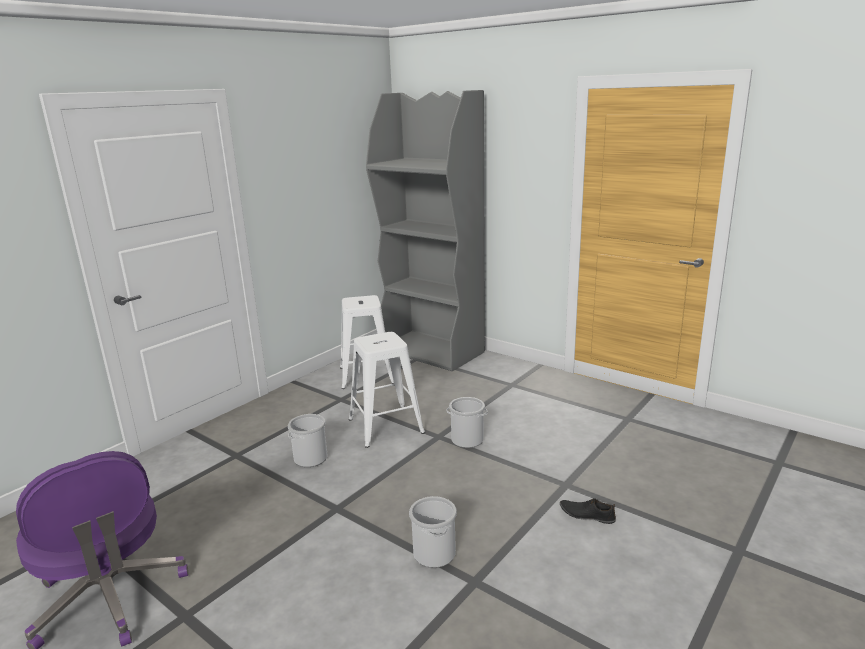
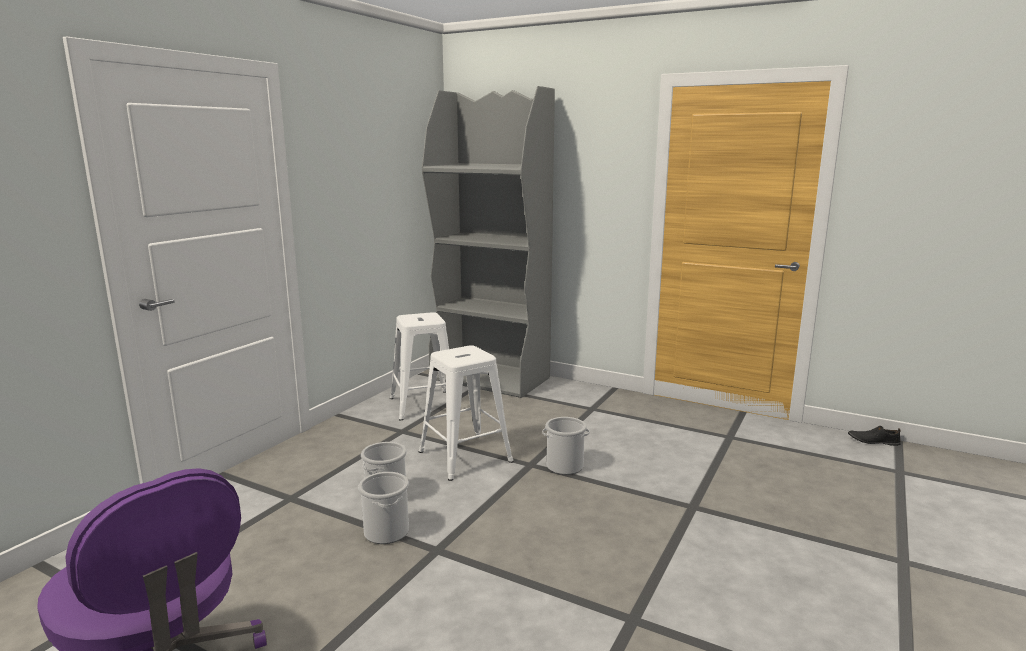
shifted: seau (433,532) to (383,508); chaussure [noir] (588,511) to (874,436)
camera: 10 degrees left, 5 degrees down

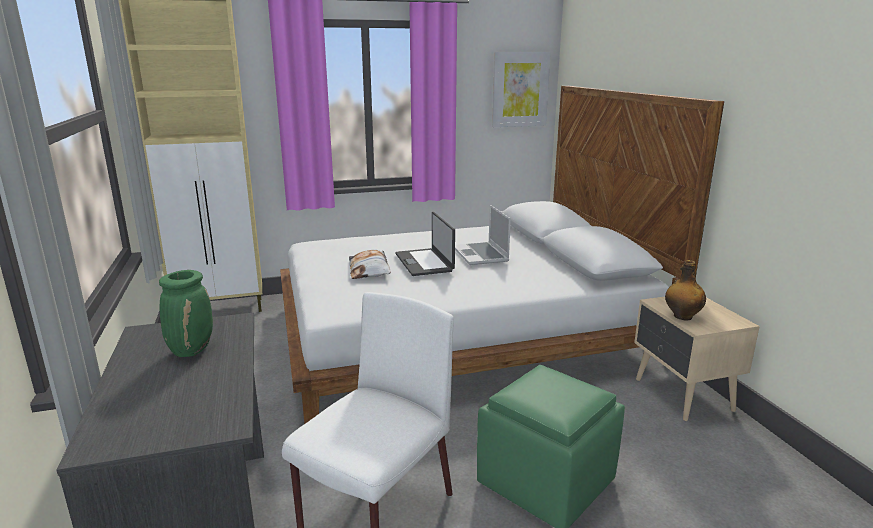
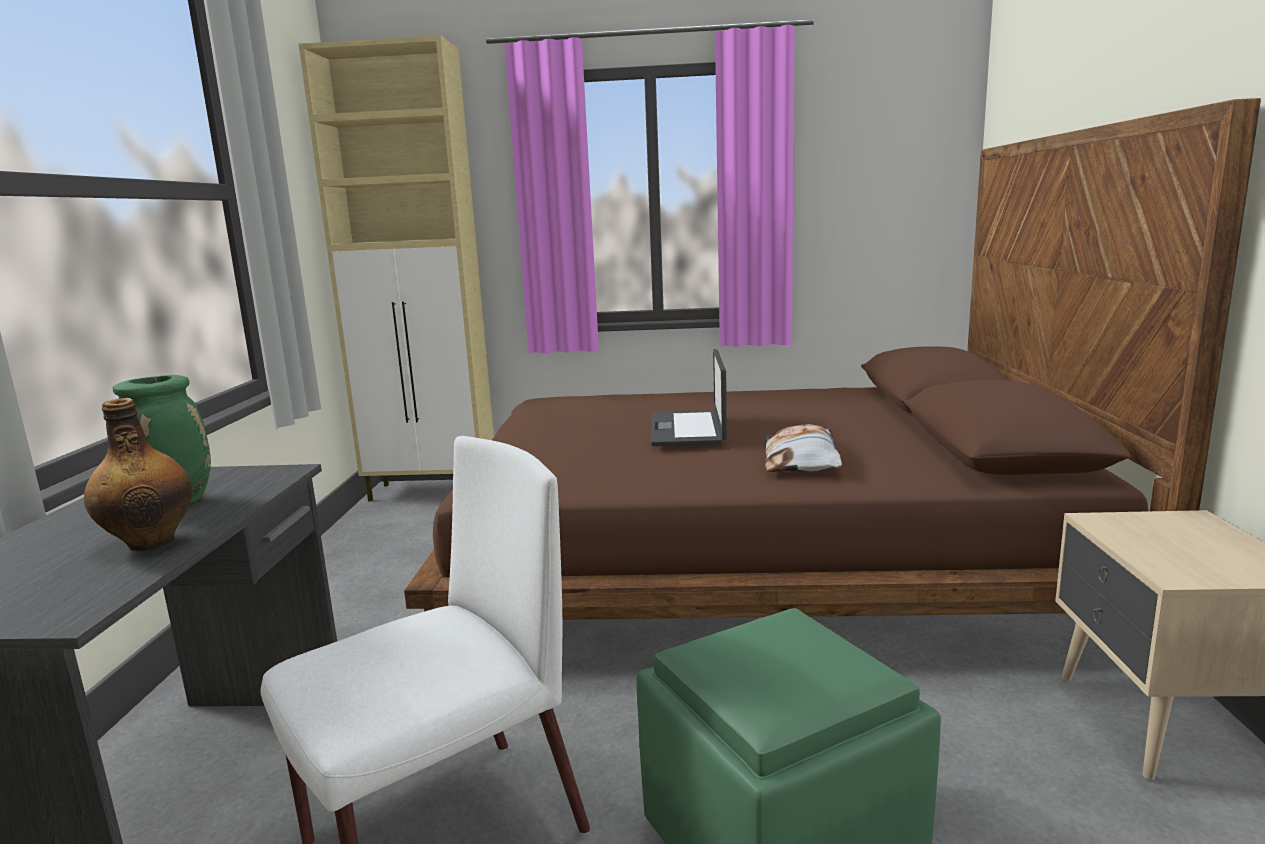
gone: ordinateur portable (483,235); tableau (521,89)
shifted: bouteille (685,290) to (138,474); coussin (370,264) to (803,448)
repainted: lit [blanc] (502,255) to lit [marron] (832,359)
camera: 20 degrees right, 5 degrees down

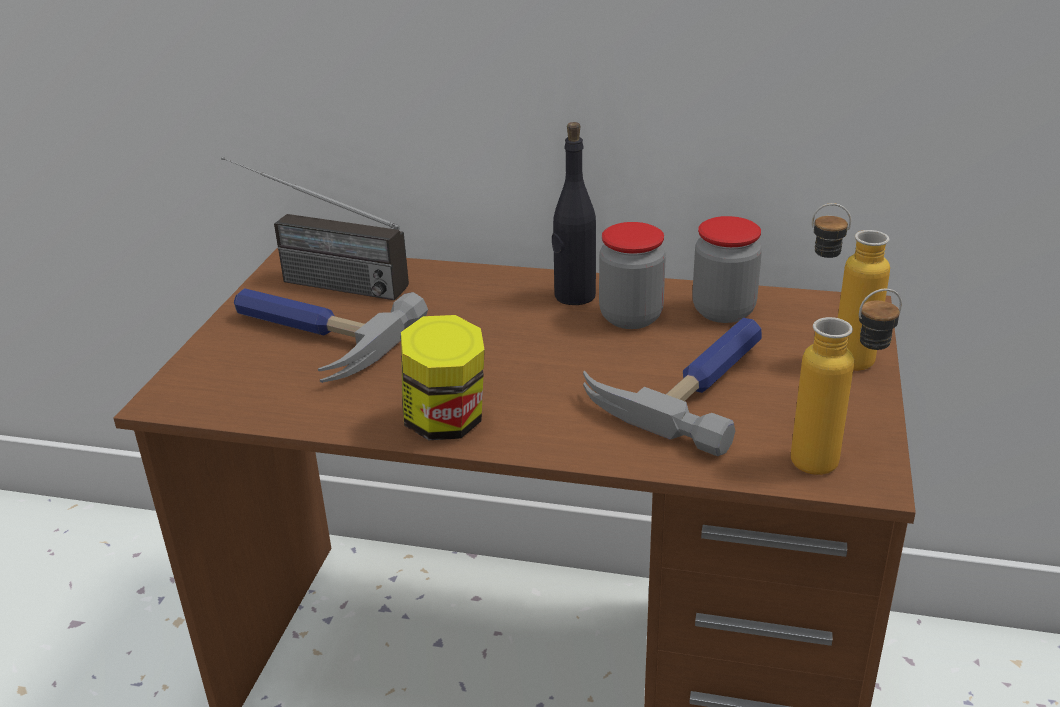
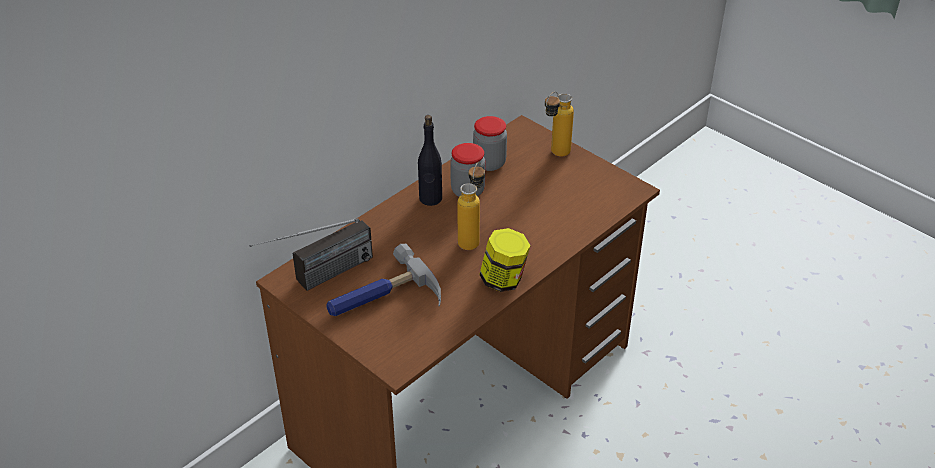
gone: marteau (672,387)
shifted: bouteille (846,382) to (471,206)
camera: 60 degrees left, 10 degrees up

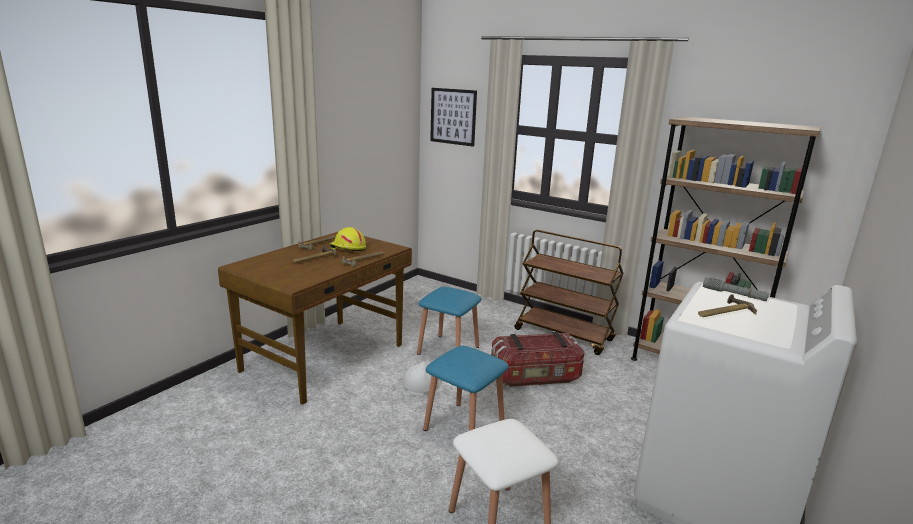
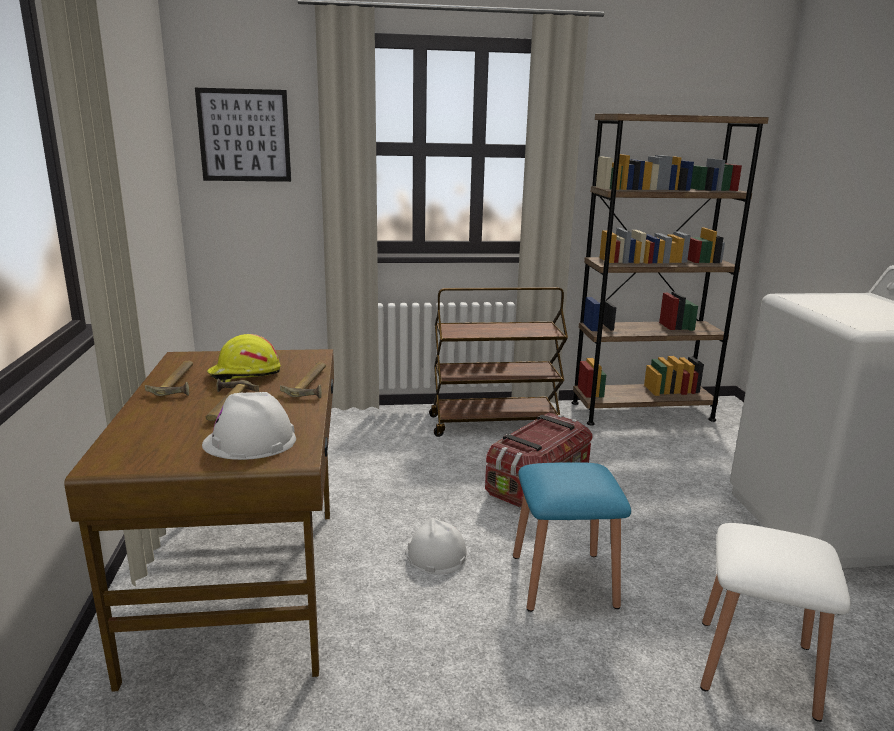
gone: tabouret [bleu] (449,321); marteau (727,305); lampe de poche [gris] (736,289)
new: casque de chantier [blanc] (249,426)
camera: 40 degrees left, 0 degrees up

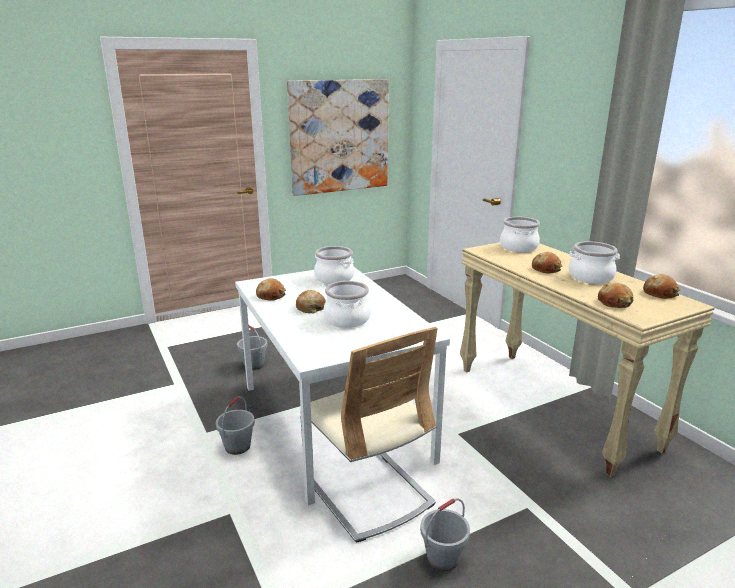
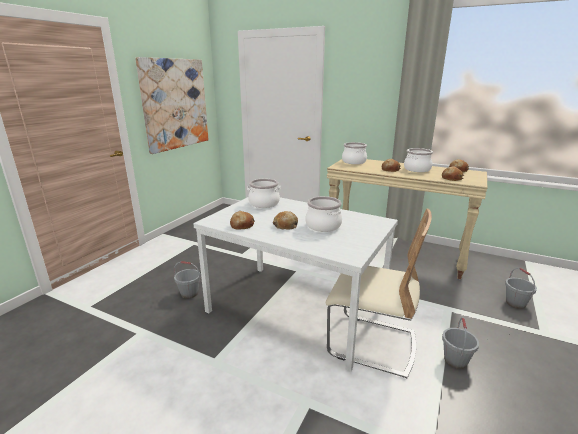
shifted: seau [gris] (235,425) to (521,288)
camera: 35 degrees left, 0 degrees up

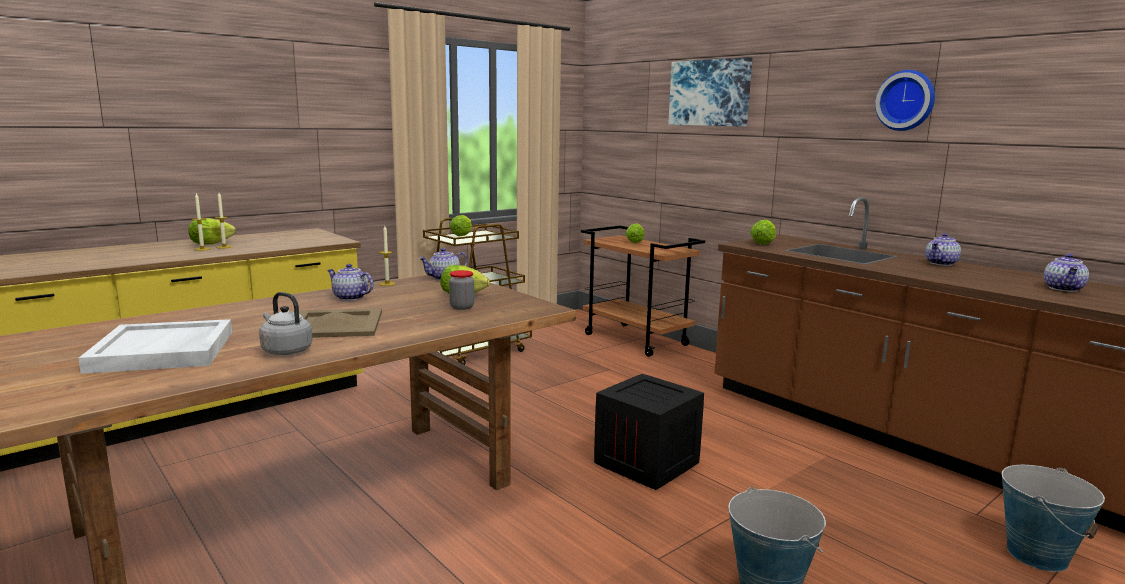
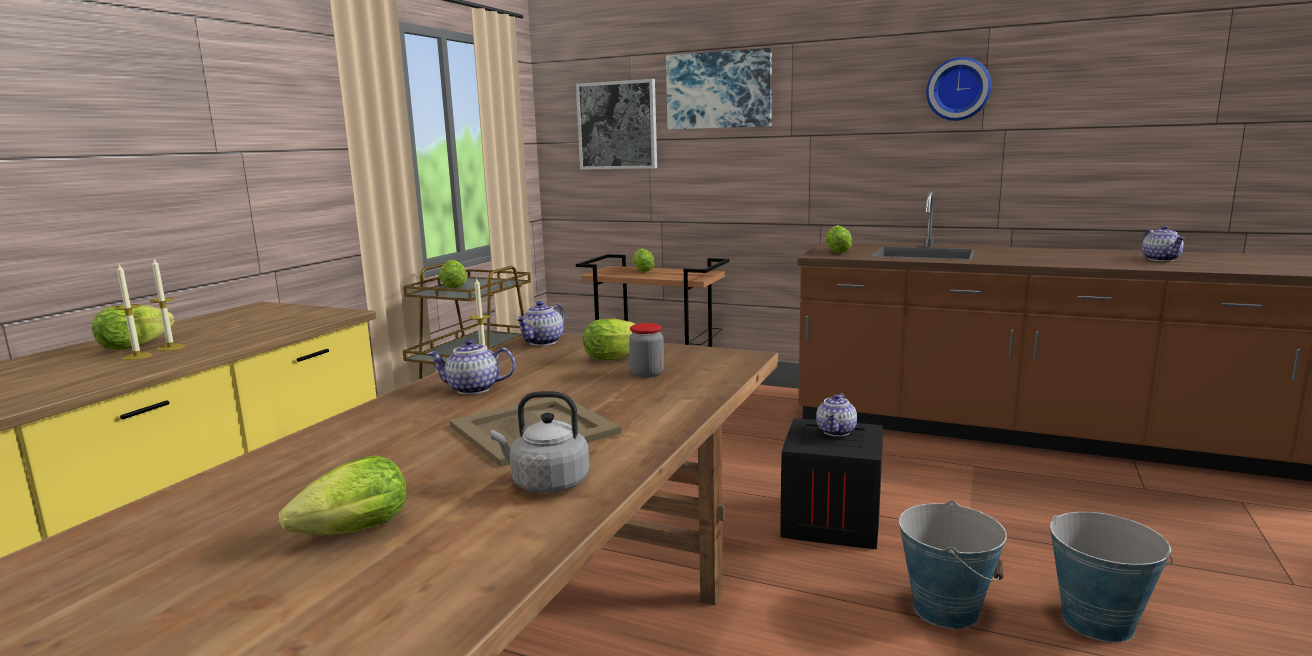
new: tableau (616,124)
shifted: théière (943,249) to (836,415); seau (1053,518) to (953,565)
swapped: plateau [blanc] (155,346) to laitue (342,495)
camera: 25 degrees left, 0 degrees up

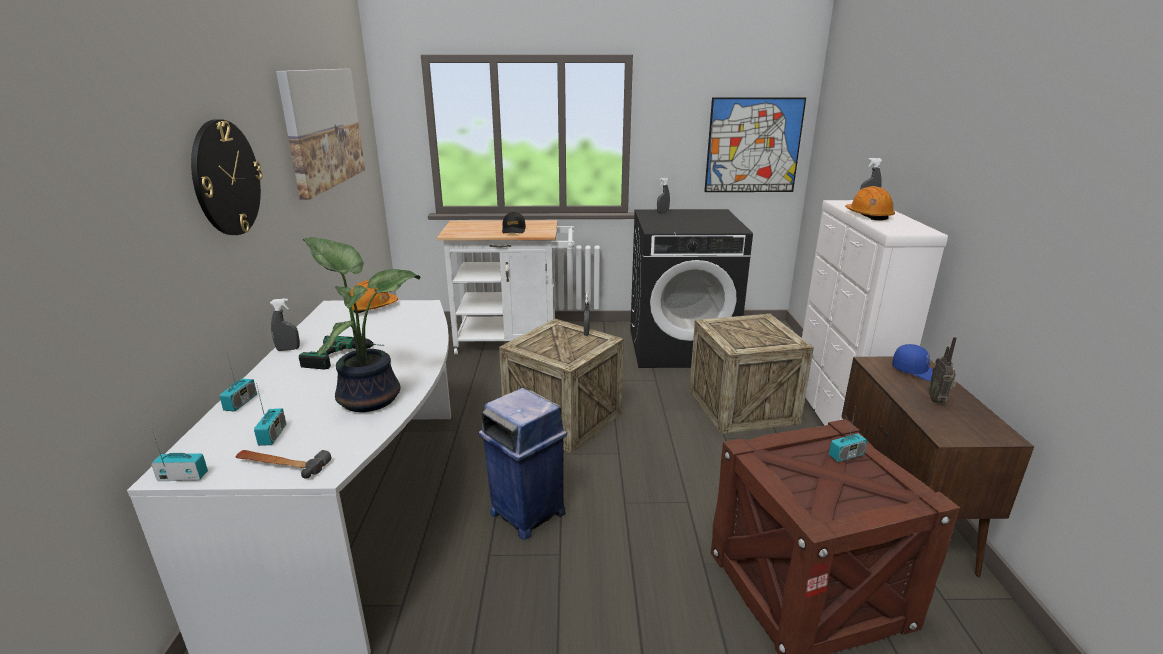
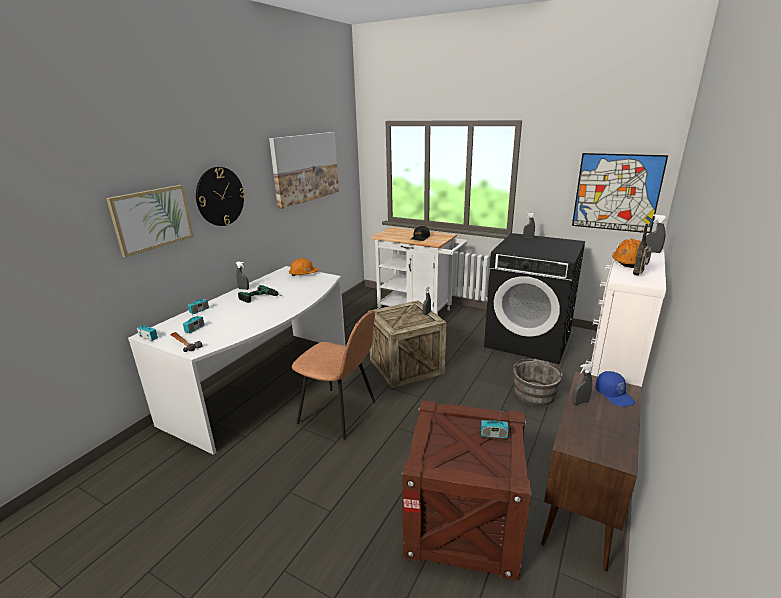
gone: plante en pot (361,324)
new: tableau (150,221); vaporisateur [gris] (582,384)
shifted: radio (943,370) to (642,250)
swapped: poubelle [bleu] (523,464) to chaise [marron] (333,375); caisse (751,374) to seau [gris] (538,382)
camera: 30 degrees right, 0 degrees up

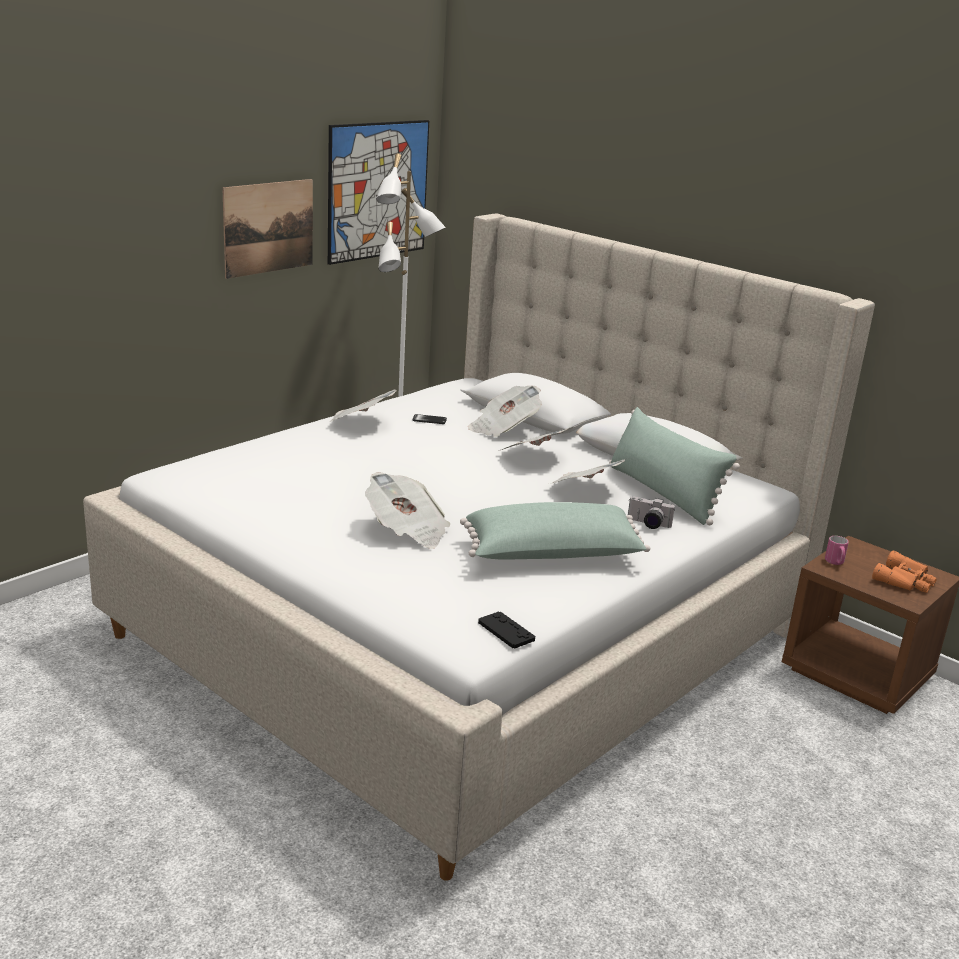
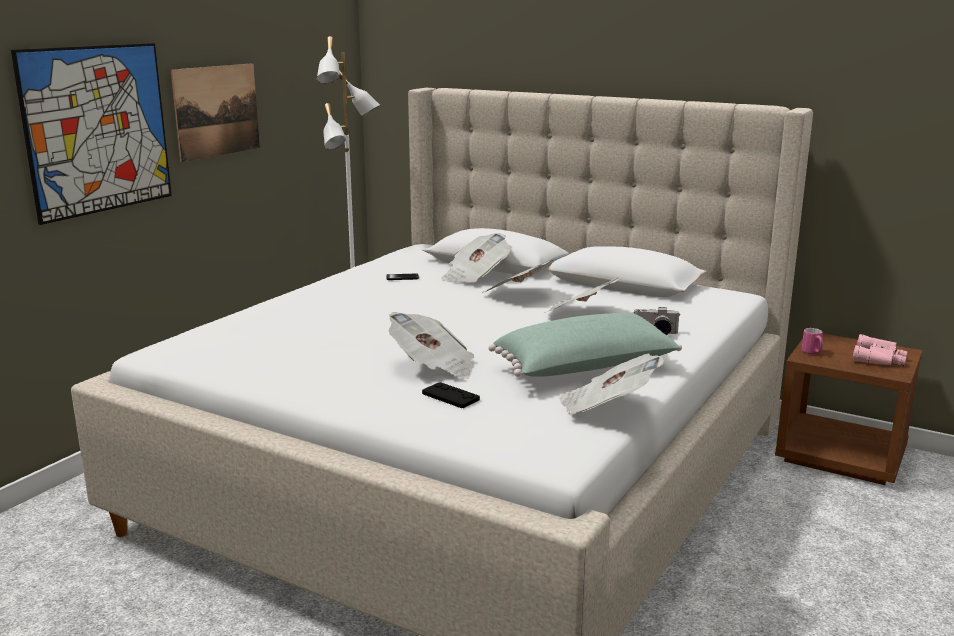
gone: coussin [vert] (674,466)
shifted: tableau (378,192) to (91,134); manette [noir] (506,630) to (451,395); journal (363,405) to (611,384)
repainted: jumelles [orange] (904,571) to jumelles [rose] (879,349)
camera: 10 degrees left, 5 degrees down

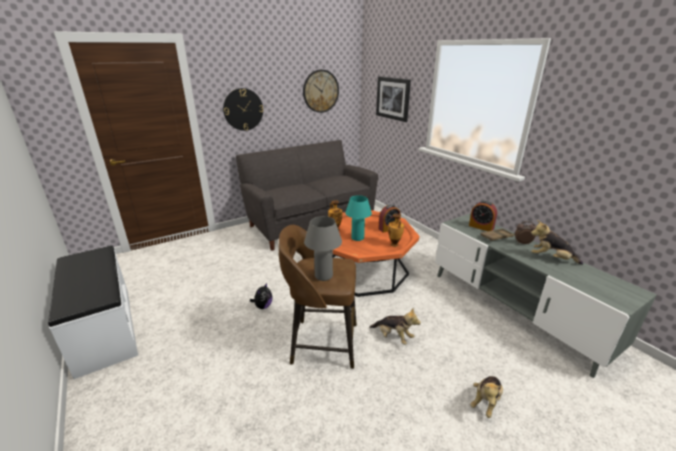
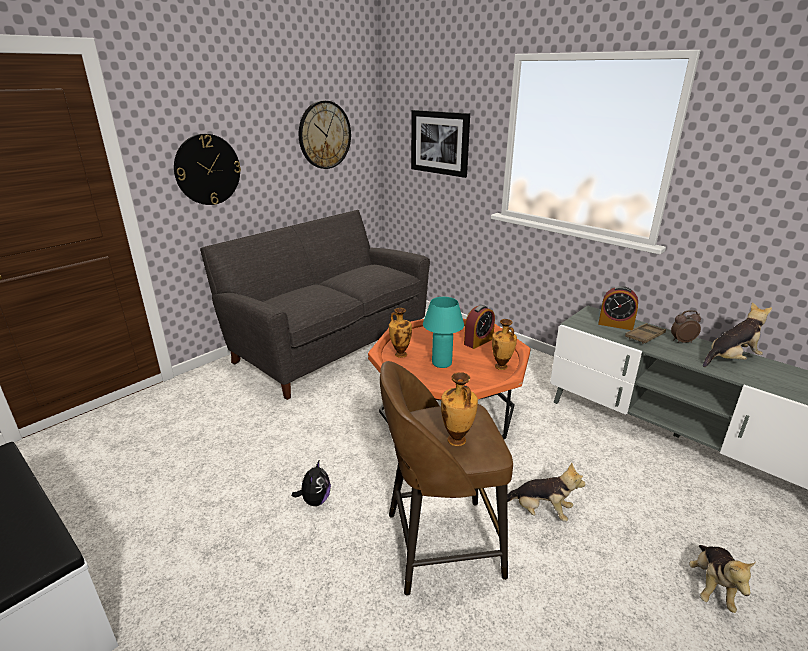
swapped: lampe de table [gris] (323,248) to vase (459,409)
rotated: peluche (557,242) = (737,334) 150 degrees clockwise
camera: 15 degrees left, 0 degrees up

